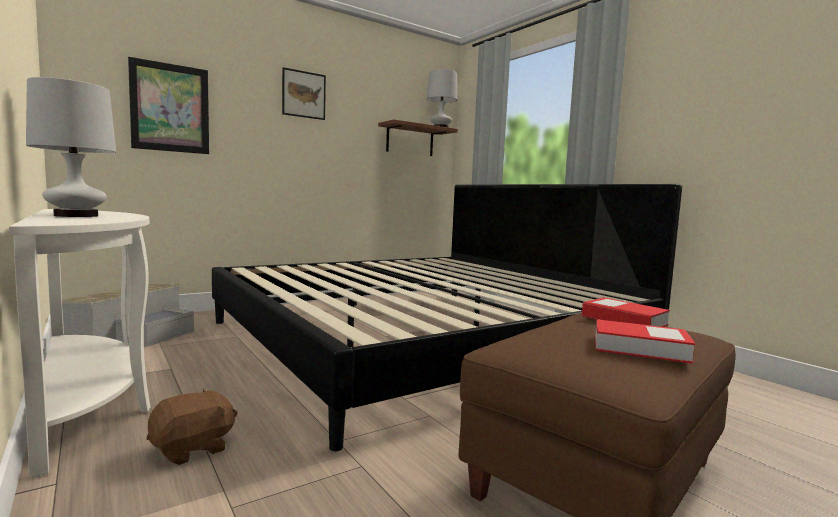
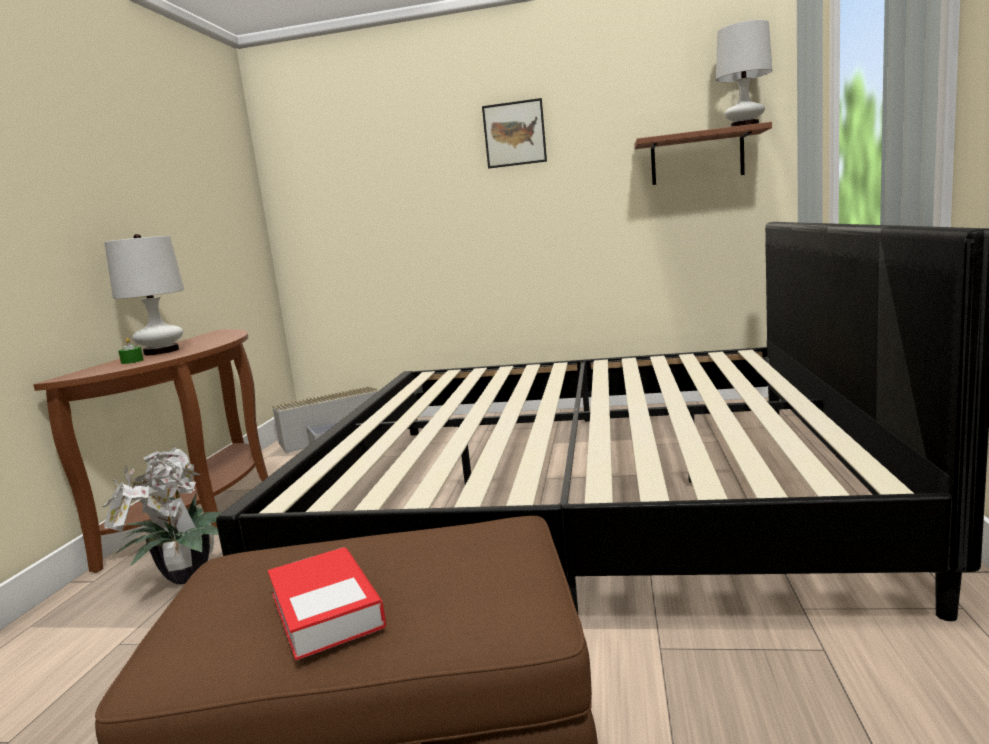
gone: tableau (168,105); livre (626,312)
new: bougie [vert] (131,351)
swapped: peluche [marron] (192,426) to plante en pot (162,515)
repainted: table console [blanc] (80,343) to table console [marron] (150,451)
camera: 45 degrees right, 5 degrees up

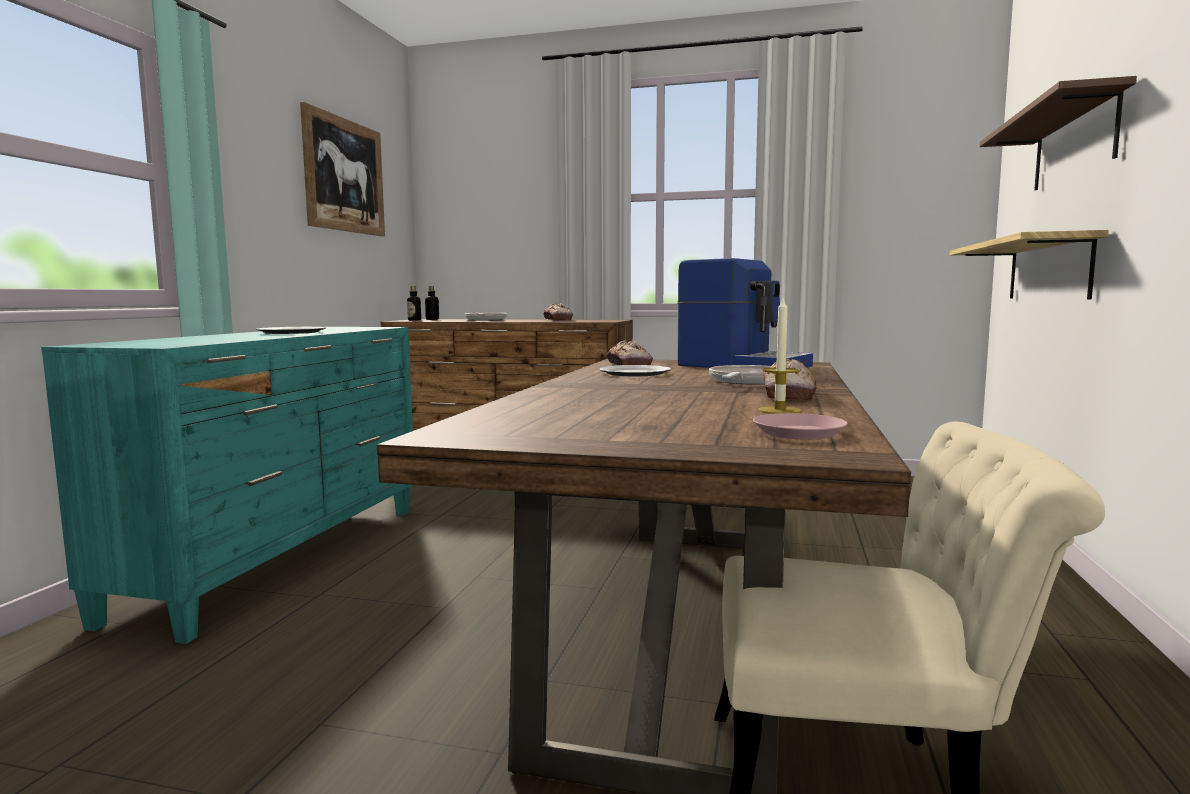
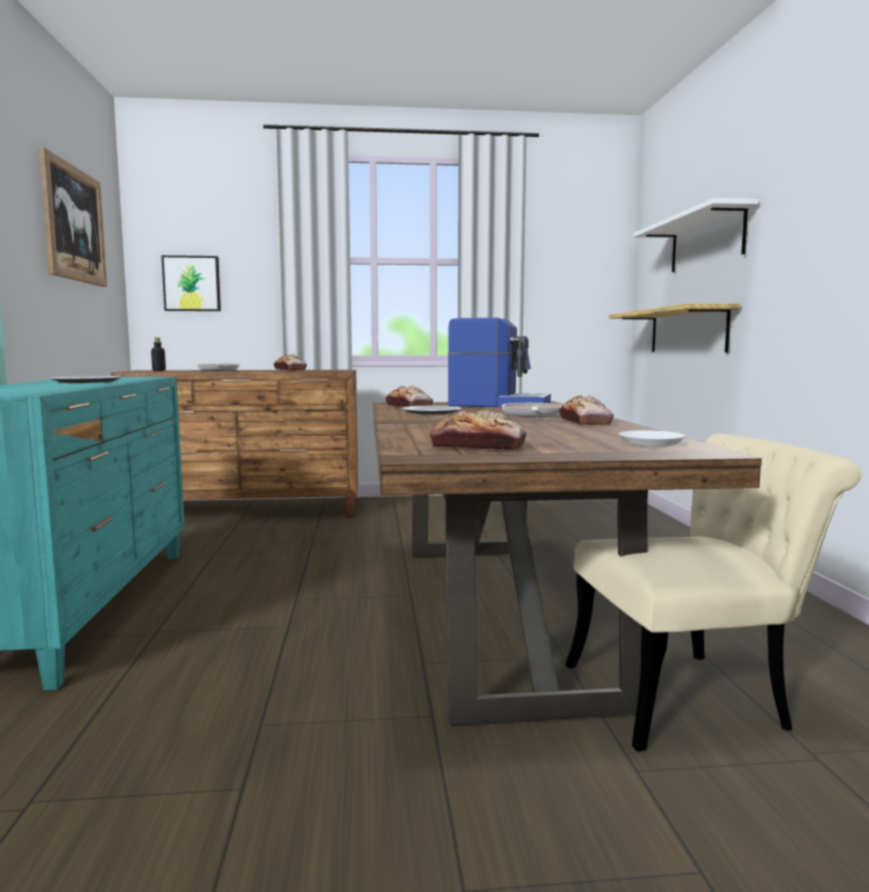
gone: bouteille (414,303); bougie (780,355)
new: tableau (191,283); pain (478,430)
repainted: assiette [rose] (800,426) to assiette [blanc] (652,438); étagère [marron] (1058,133) to étagère [blanc] (696,235)
camera: 20 degrees left, 0 degrees up

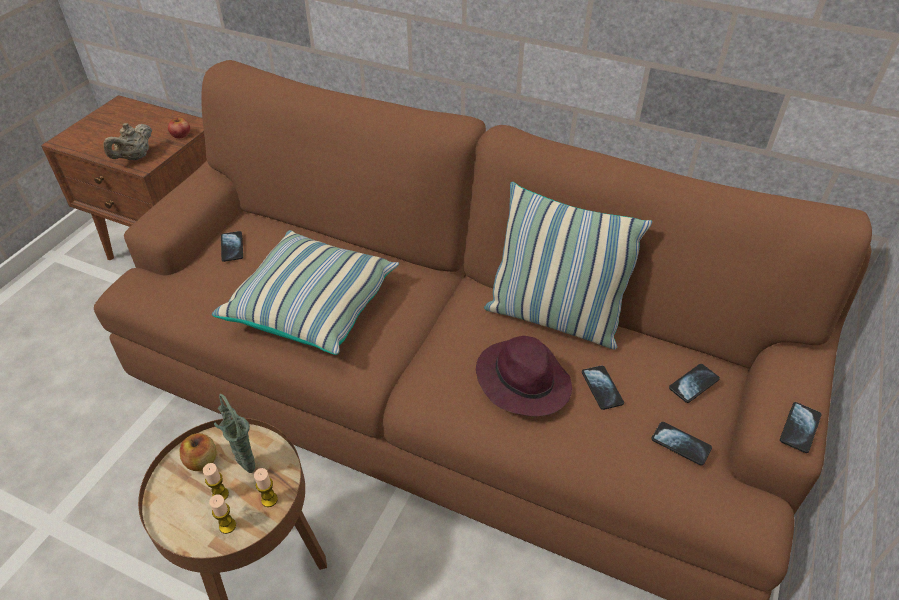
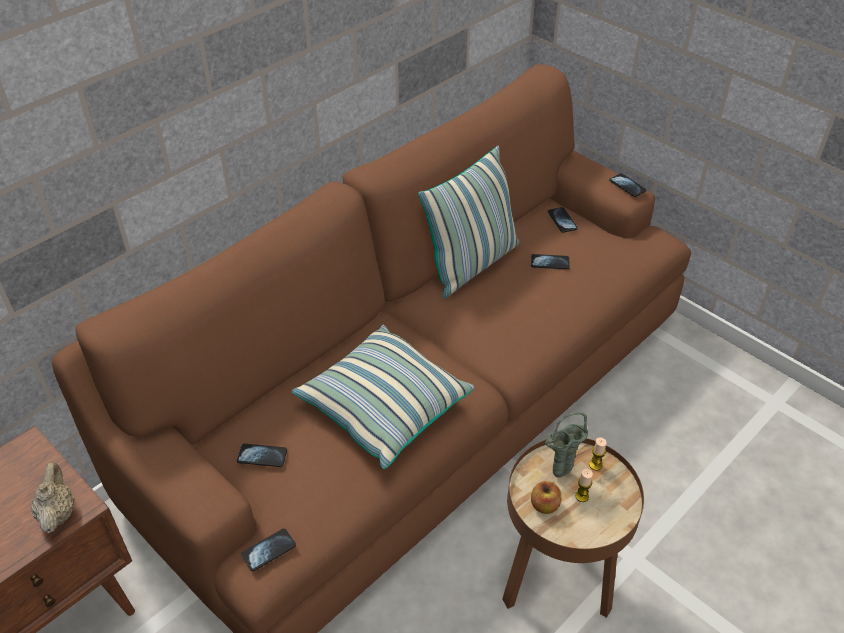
gone: pomme (179,127); bougie (222,514); chapeau [violet] (524,376)
shifted: téléphone (681,444) to (268,549)
rotated: théière [beige] (127,141) = (53,497) 150 degrees counterclockwise
camera: 70 degrees left, 0 degrees up

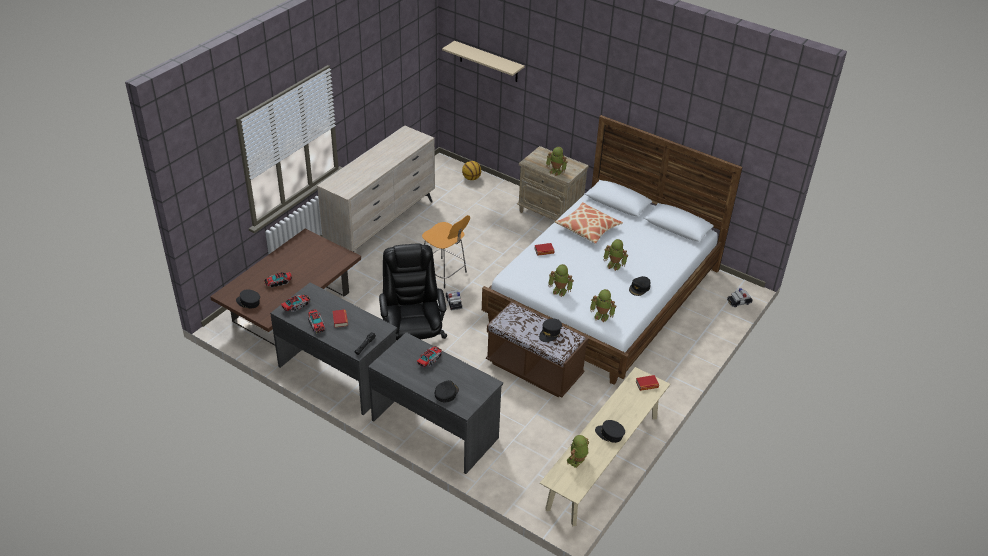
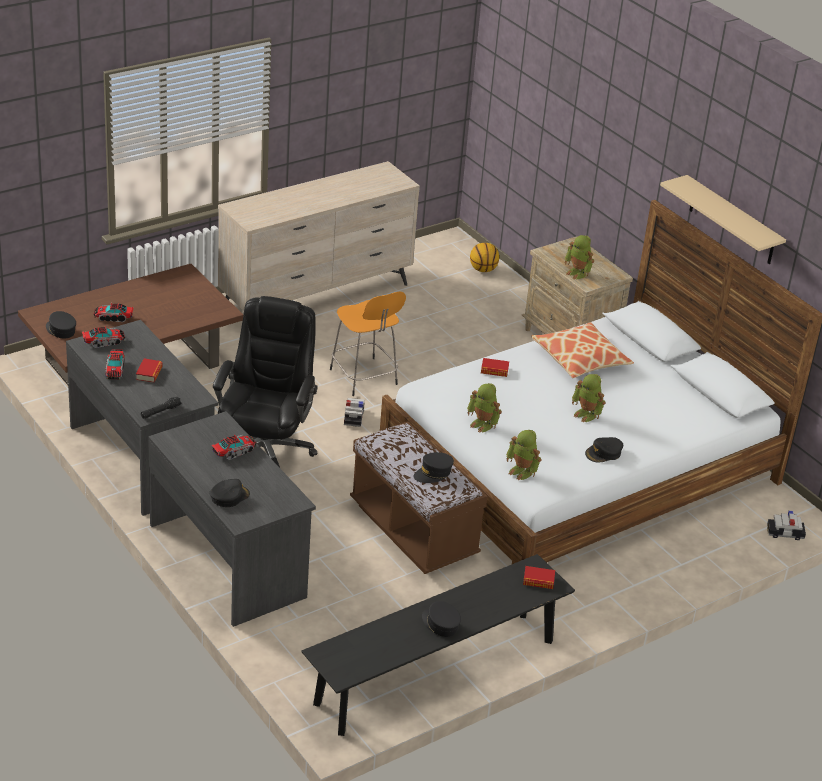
gone: robot jouet (578,451)
shifted: étagère [beige] (483,61) to (723,219)
repainted: banc [beige] (605,446) to banc [noir] (438,645)
camera: 20 degrees right, 5 degrees down

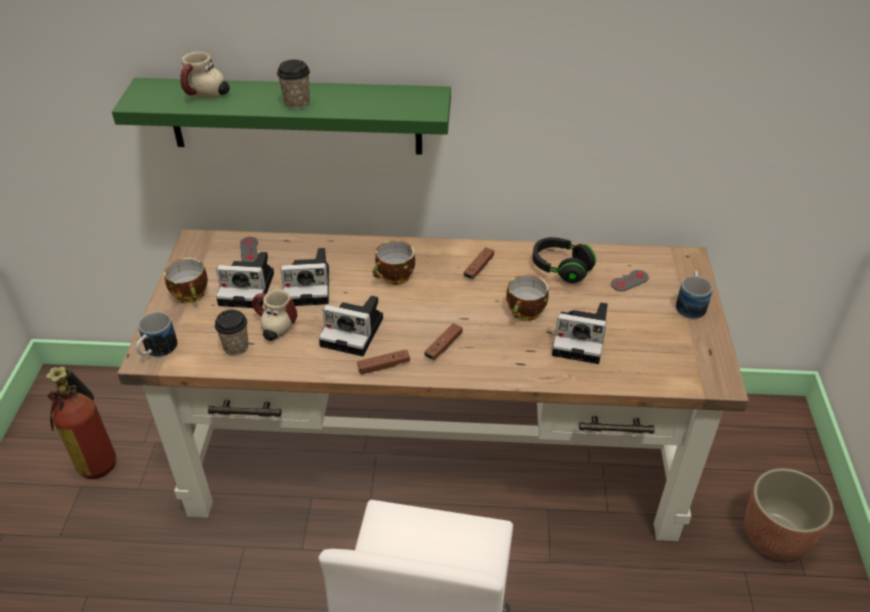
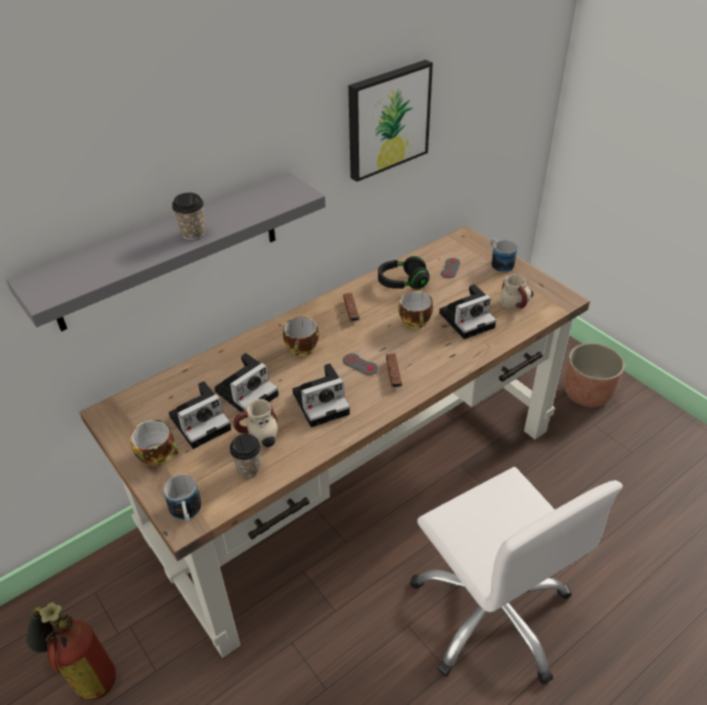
gone: manette [marron] (383,361)
new: tableau (390,121)
shifted: manette [gris] (249,249) to (360,364); mug (205,75) to (516,292)
repainted: étagère [vert] (281,116) to étagère [gris] (166,252)
camera: 40 degrees left, 0 degrees up

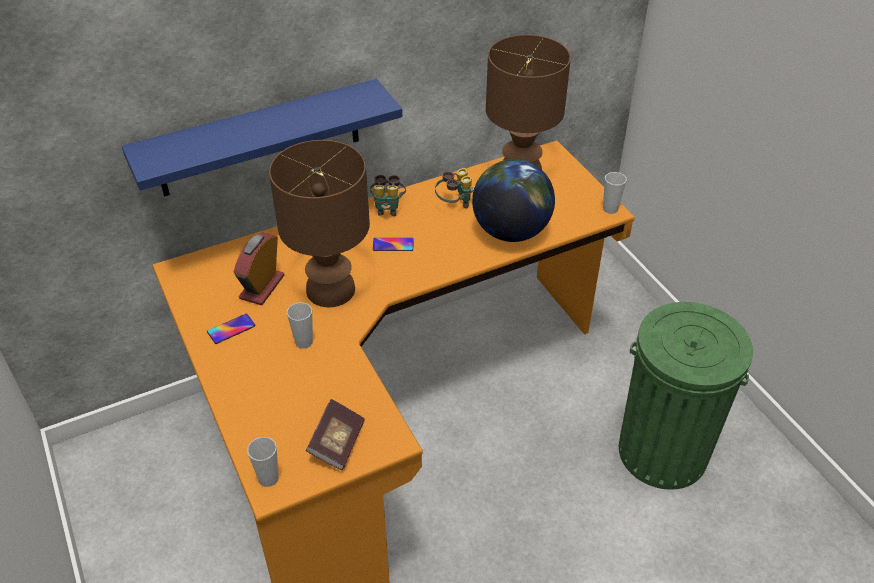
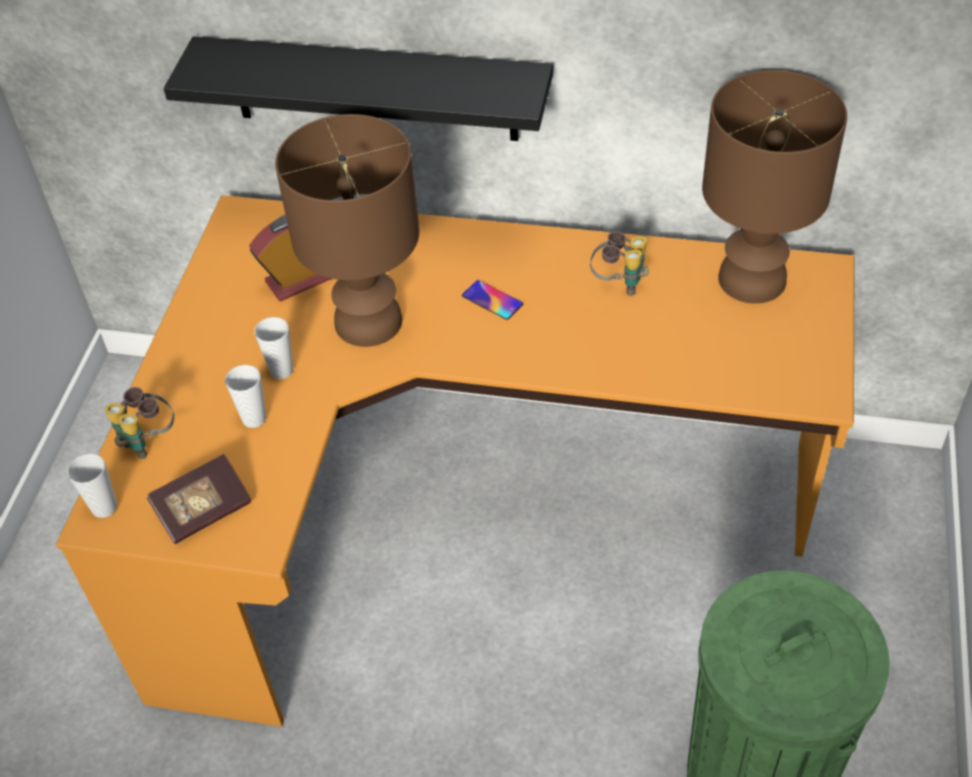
gone: téléphone (231,329); globe (513,200)
shifted: jumelles (388,195) to (139,423); tasse (615,193) to (245,396)
repainted: étagère [bleu] (262,138) to étagère [noir] (358,88)
camera: 40 degrees right, 5 degrees up

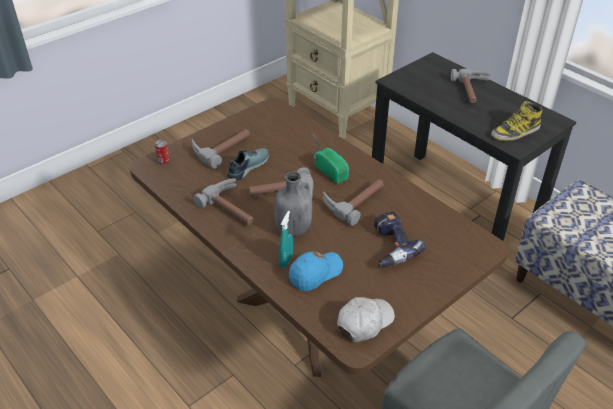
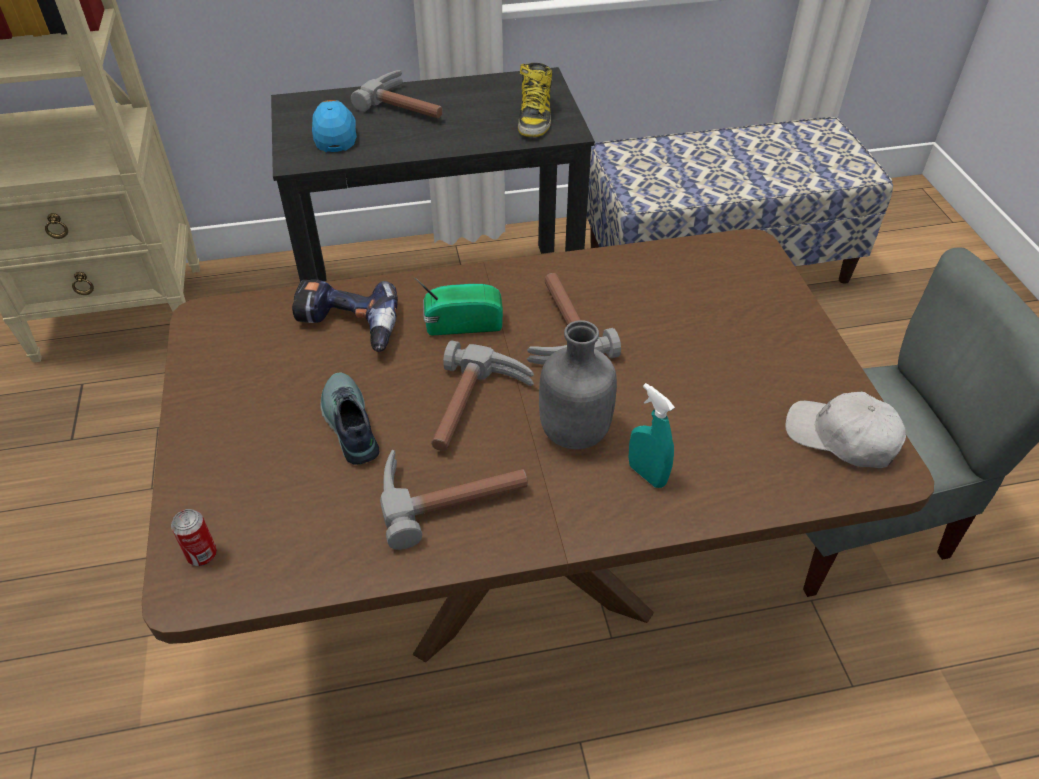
gone: marteau (221,149)
shifted: perceuse (400,239) to (345,315); casquette [bleu] (316,271) to (334,126)
rotated: casquette [blanc] (366,319) = (845,430) 45 degrees counterclockwise
camera: 60 degrees left, 5 degrees up

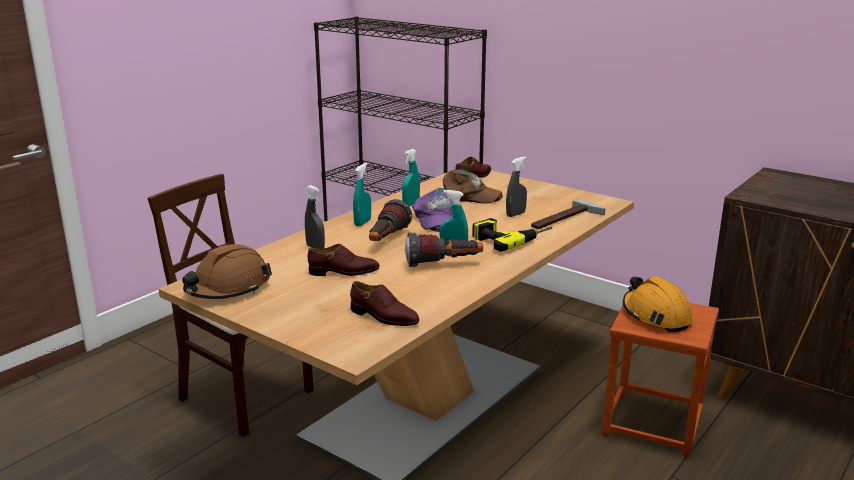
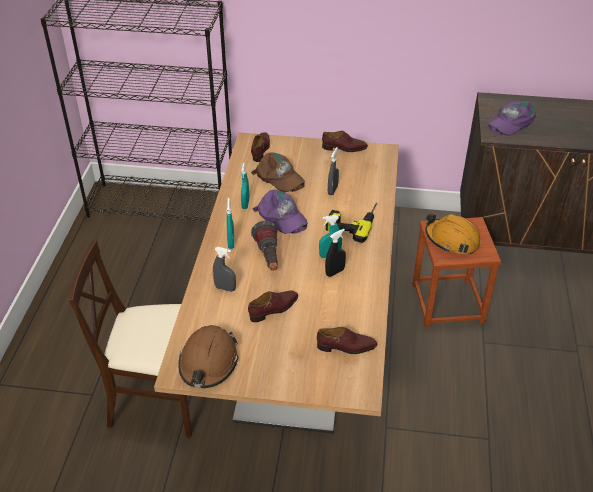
gone: marteau (568,214)
new: chaussure [marron] (345,141); casquette [violet] (511,118)
swapped: lampe de poche (444,249) to vaporisateur [noir] (335,253)
rotated: casquette [marron] (473,186) = (278,172) 60 degrees clockwise
camera: 30 degrees left, 20 degrees up

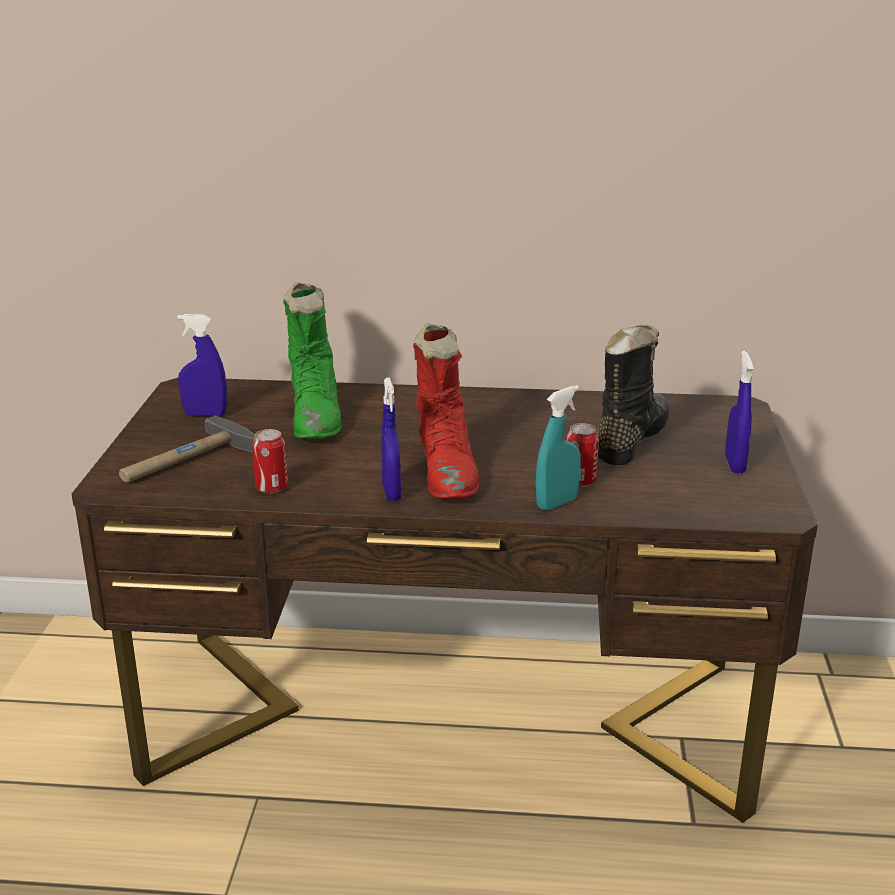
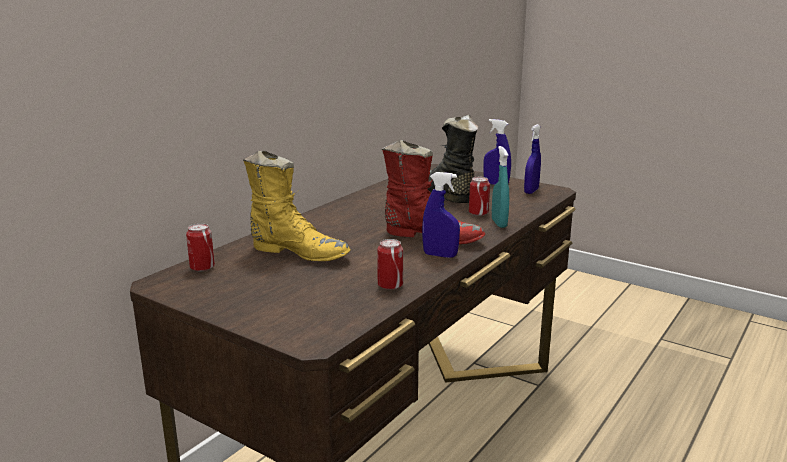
gone: marteau (187,449)
new: boîte métallique (200,247)
shifted: vaporisateur [bleu] (202,365) to (532,159)
repainted: botte [vert] (312,360) to botte [jaune] (297,206)
camera: 60 degrees left, 5 degrees down

